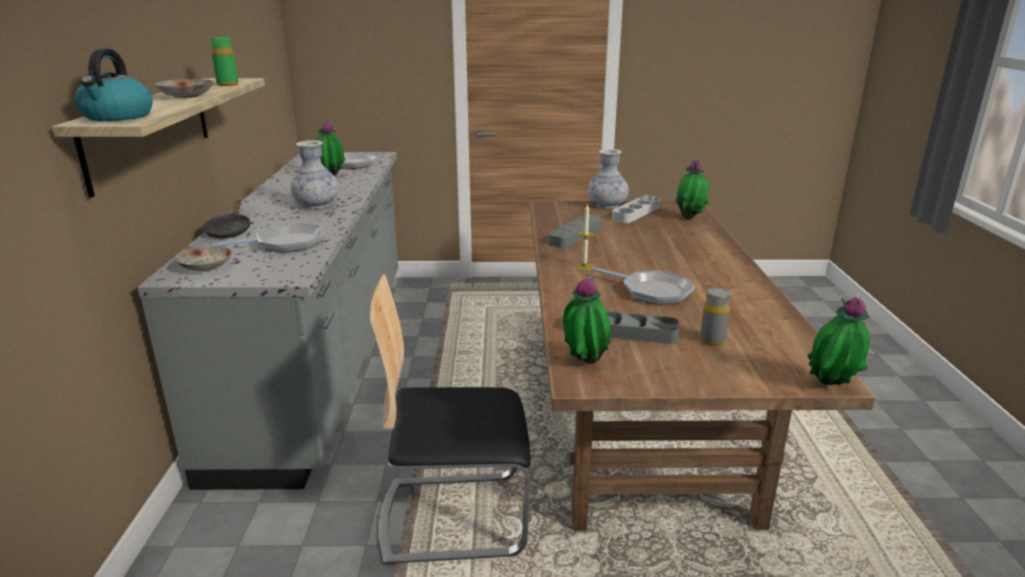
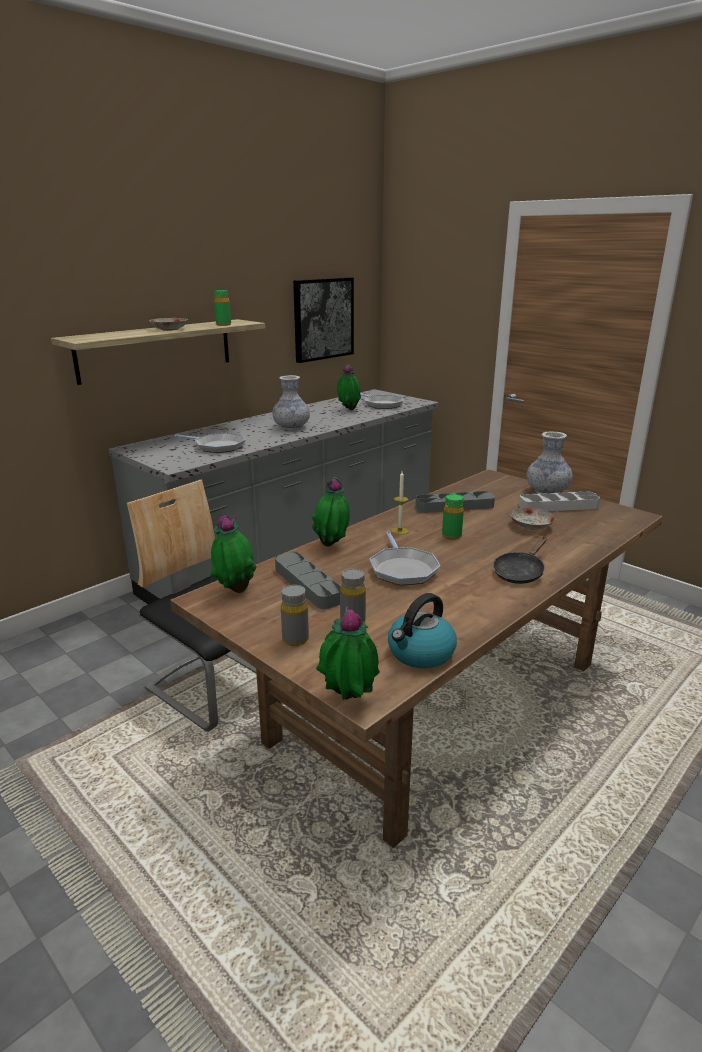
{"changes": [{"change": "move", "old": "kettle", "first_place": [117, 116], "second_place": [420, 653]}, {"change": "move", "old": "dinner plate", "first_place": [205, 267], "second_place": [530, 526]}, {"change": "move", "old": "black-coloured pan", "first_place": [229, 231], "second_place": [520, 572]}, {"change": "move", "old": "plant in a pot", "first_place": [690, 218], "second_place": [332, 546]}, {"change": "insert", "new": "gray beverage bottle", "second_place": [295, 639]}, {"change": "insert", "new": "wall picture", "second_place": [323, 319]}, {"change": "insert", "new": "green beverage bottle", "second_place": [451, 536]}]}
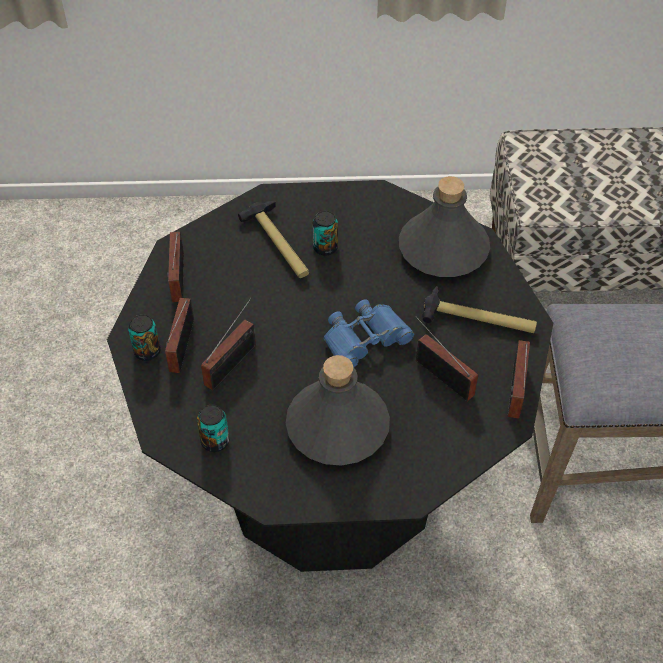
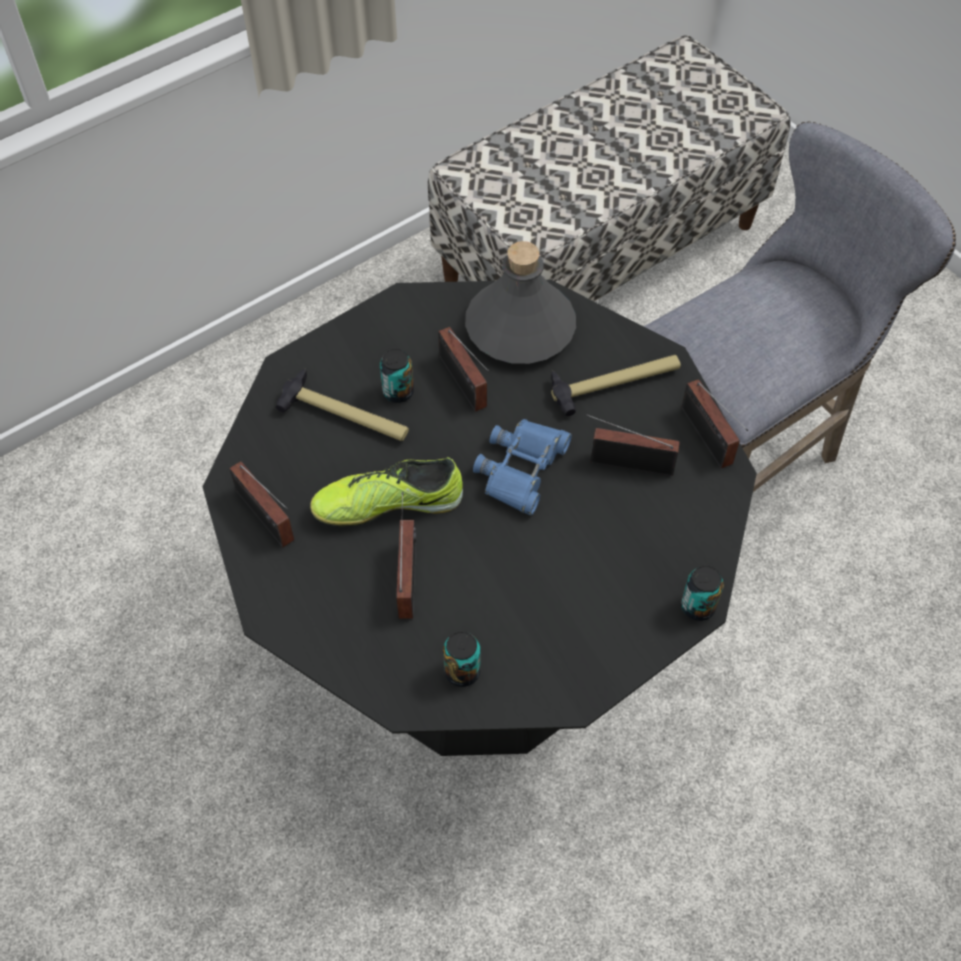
{"changes": [{"change": "move", "old": "sealed can", "first_place": [147, 351], "second_place": [698, 606]}, {"change": "move", "old": "radio", "first_place": [180, 349], "second_place": [464, 385]}, {"change": "delete", "old": "gray beverage bottle", "first_place": [336, 426]}, {"change": "insert", "new": "shoe", "second_place": [388, 503]}]}
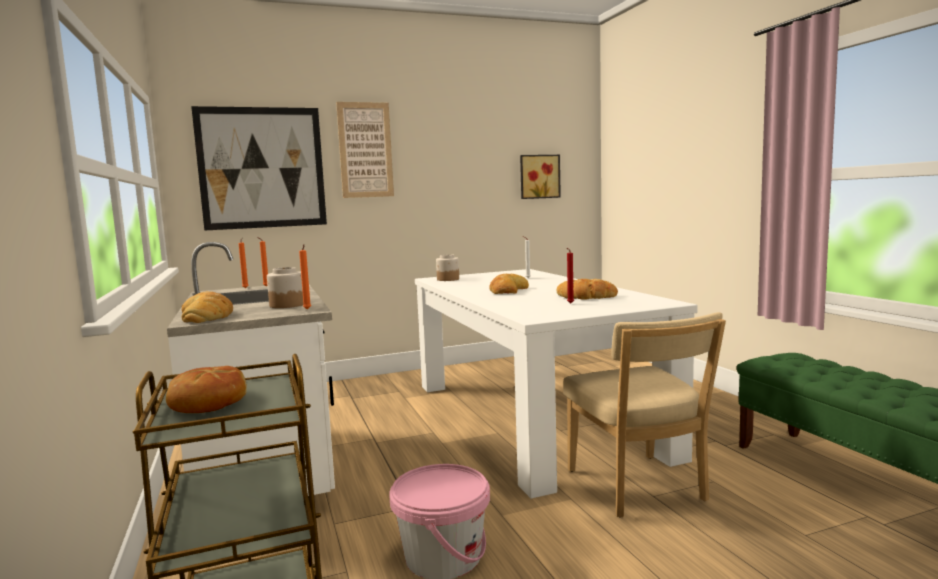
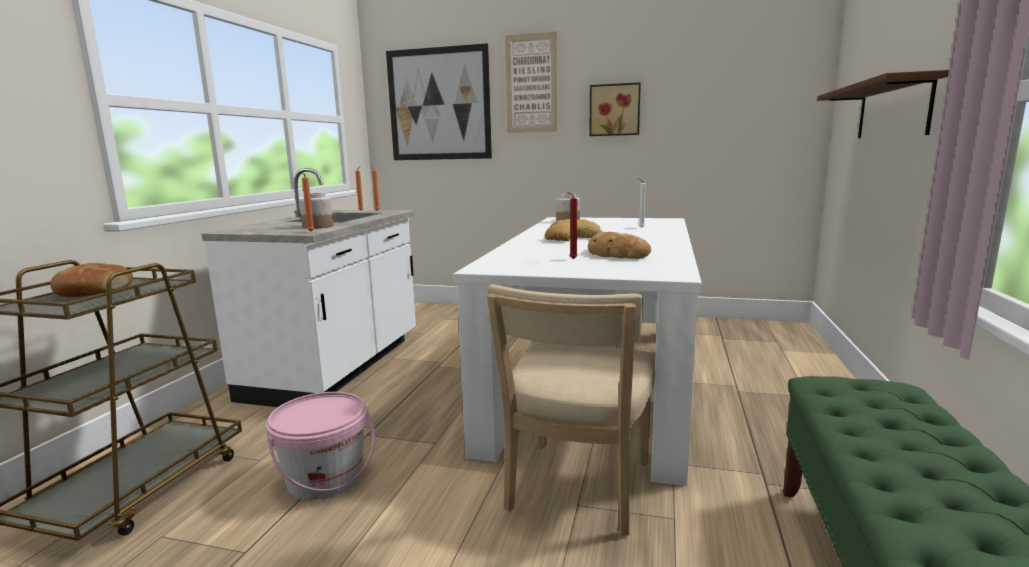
{"changes": [{"change": "delete", "old": "bakery bread", "first_place": [207, 316]}, {"change": "move", "old": "wall picture", "first_place": [539, 176], "second_place": [614, 110]}, {"change": "insert", "new": "brown bracket shelf", "second_place": [892, 110]}]}
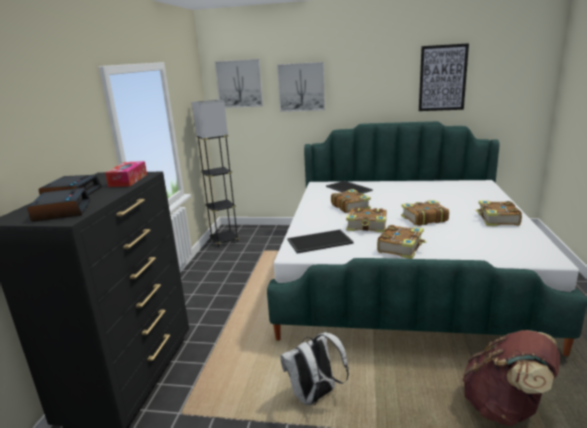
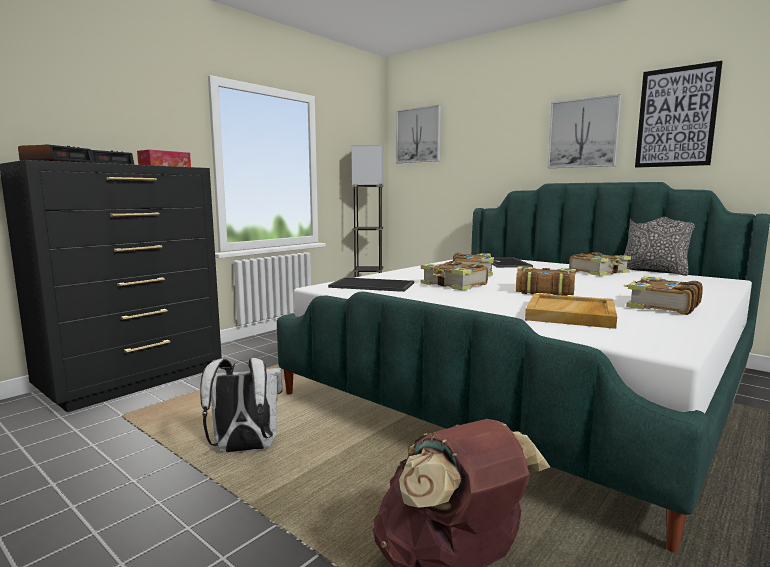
{"changes": [{"change": "move", "old": "wall picture", "first_place": [301, 87], "second_place": [583, 133]}, {"change": "move", "old": "book", "first_place": [401, 248], "second_place": [599, 272]}, {"change": "insert", "new": "sand-coloured carrying tray", "second_place": [571, 315]}, {"change": "insert", "new": "cushion", "second_place": [654, 271]}]}
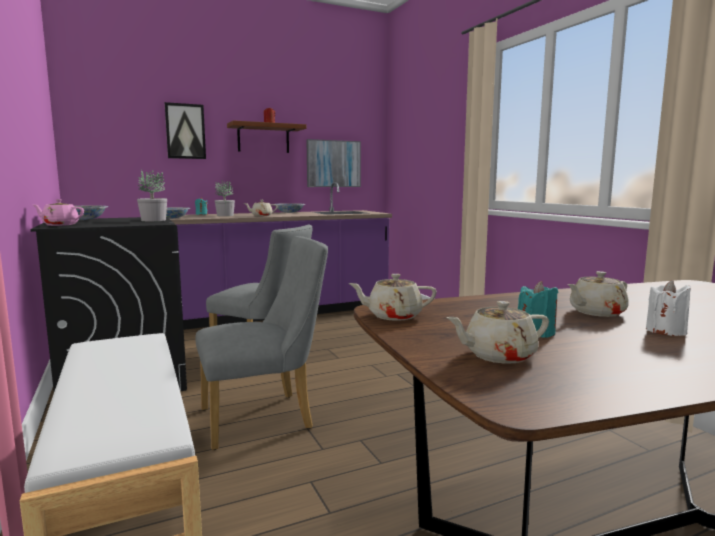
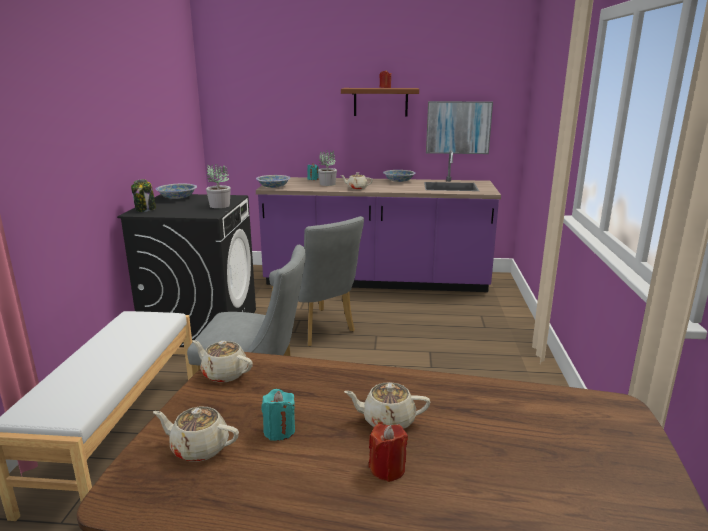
{"changes": [{"change": "replace", "old": "pink pot for tea", "new": "jar", "first_place": [60, 225], "second_place": [145, 209]}, {"change": "delete", "old": "wall picture", "first_place": [185, 131]}, {"change": "recolor", "old": "white-coloured wax candle", "new": "reddish wax candle", "first_place": [665, 331], "second_place": [387, 469]}]}
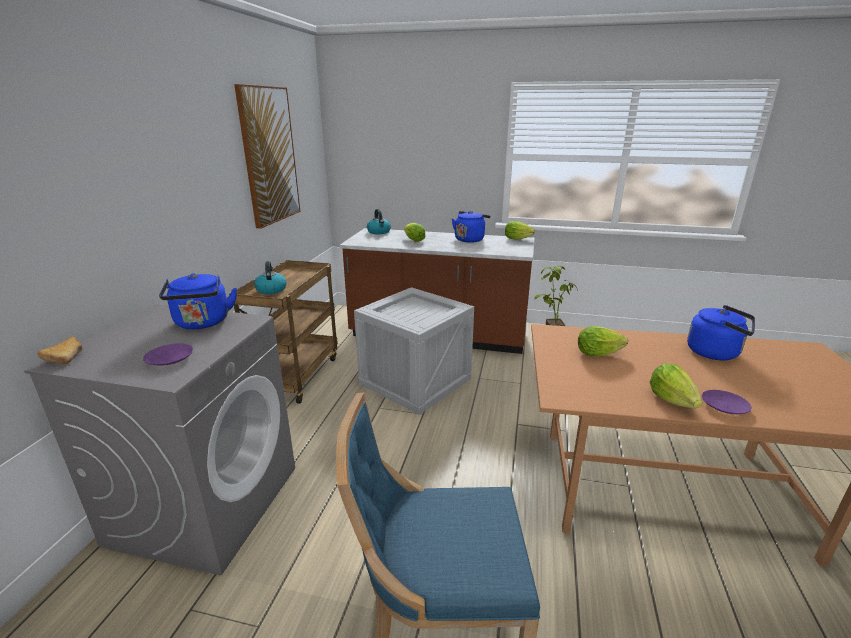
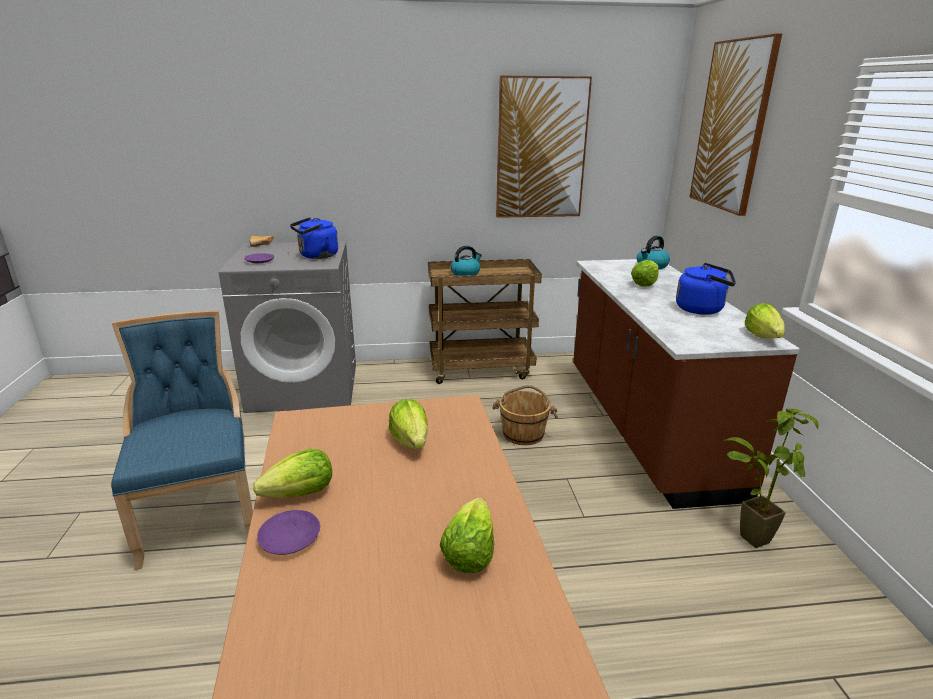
{"changes": [{"change": "replace", "old": "shipping crate", "new": "brown bucket", "first_place": [415, 380], "second_place": [523, 433]}, {"change": "replace", "old": "blue kettle", "new": "head of lettuce", "first_place": [716, 353], "second_place": [469, 554]}, {"change": "insert", "new": "wall picture", "second_place": [732, 126]}]}
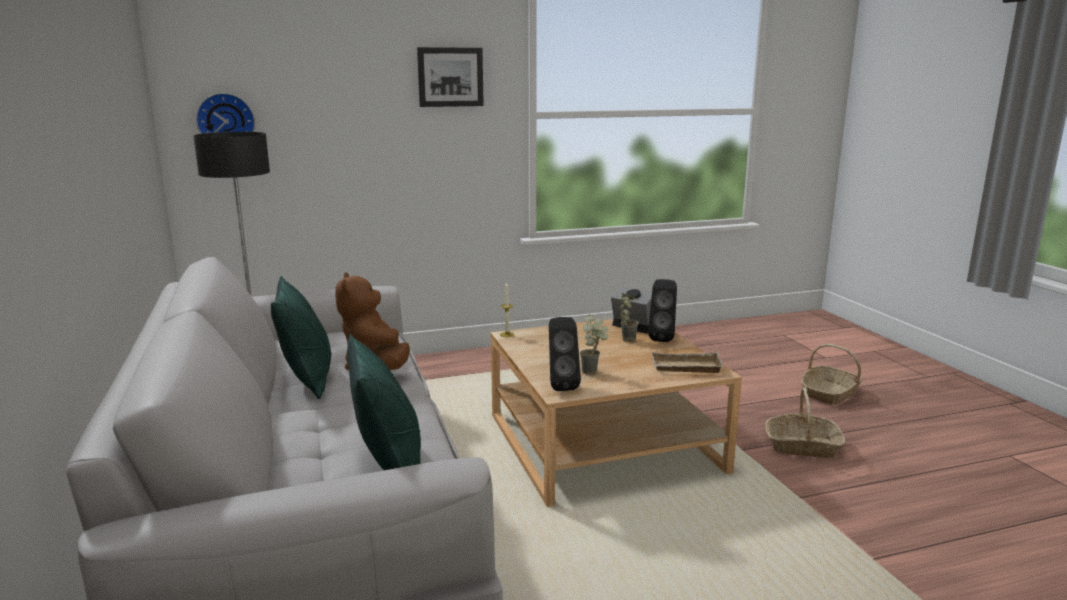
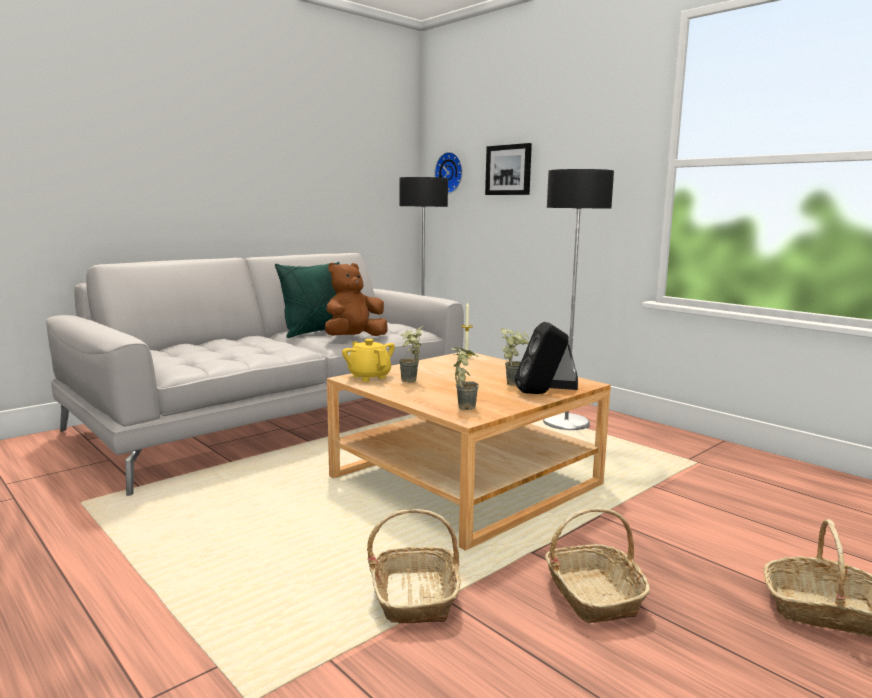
{"changes": [{"change": "delete", "old": "green cushion", "first_place": [389, 467]}, {"change": "move", "old": "wall picture", "first_place": [450, 77], "second_place": [508, 170]}, {"change": "replace", "old": "black-coloured audio speaker", "new": "yellow pot for tea", "first_place": [561, 385], "second_place": [369, 377]}, {"change": "replace", "old": "sand-coloured carrying tray", "new": "plant in a pot", "first_place": [685, 368], "second_place": [462, 406]}, {"change": "insert", "new": "basket", "second_place": [415, 596]}, {"change": "insert", "new": "standing lamp", "second_place": [566, 423]}]}
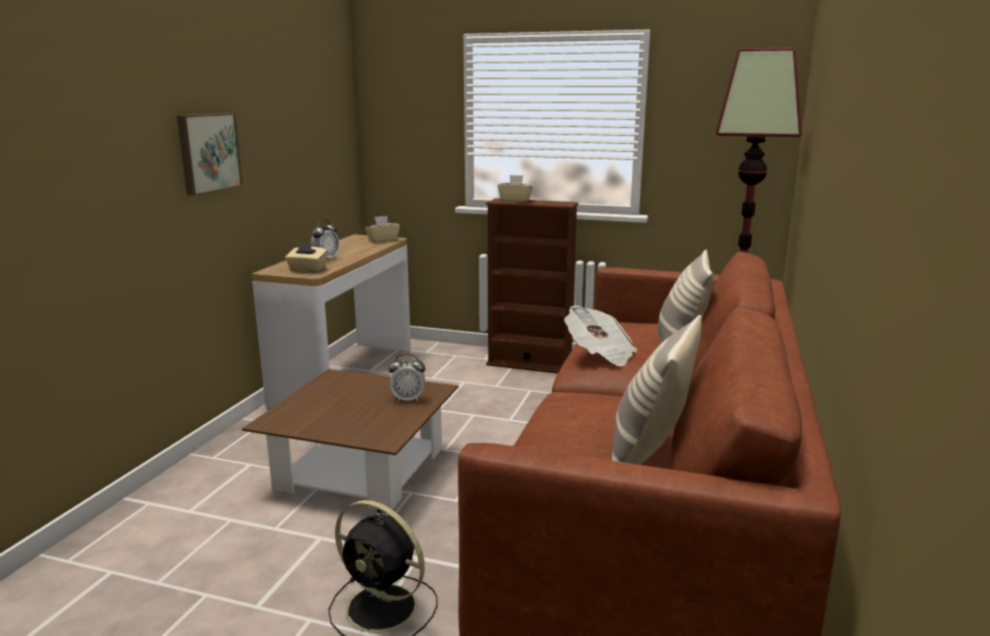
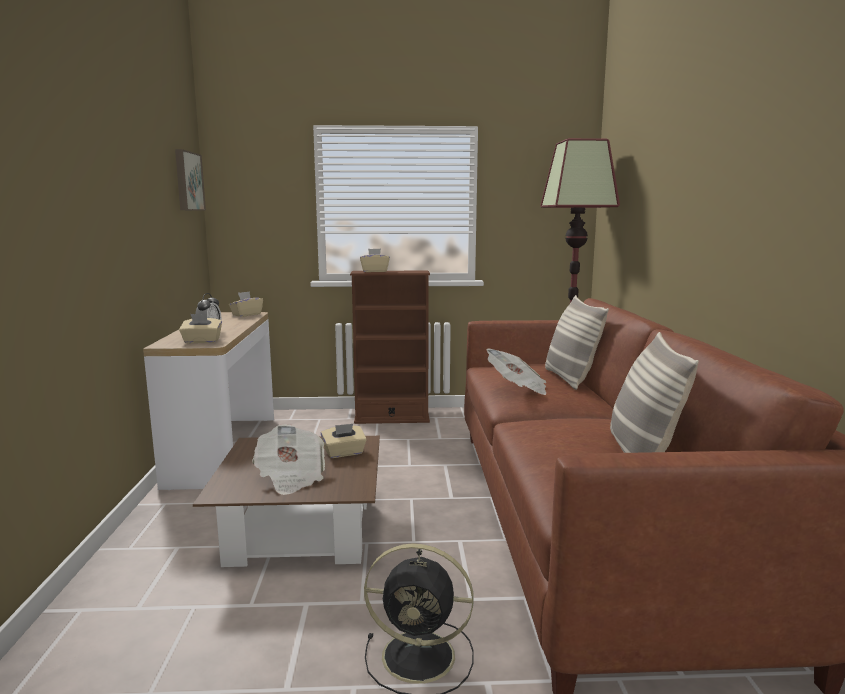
{"changes": [{"change": "move", "old": "wall picture", "first_place": [208, 152], "second_place": [187, 181]}, {"change": "replace", "old": "bedside clock", "new": "sand-coloured tissue holder", "first_place": [408, 399], "second_place": [344, 453]}, {"change": "insert", "new": "printed paper", "second_place": [290, 477]}]}
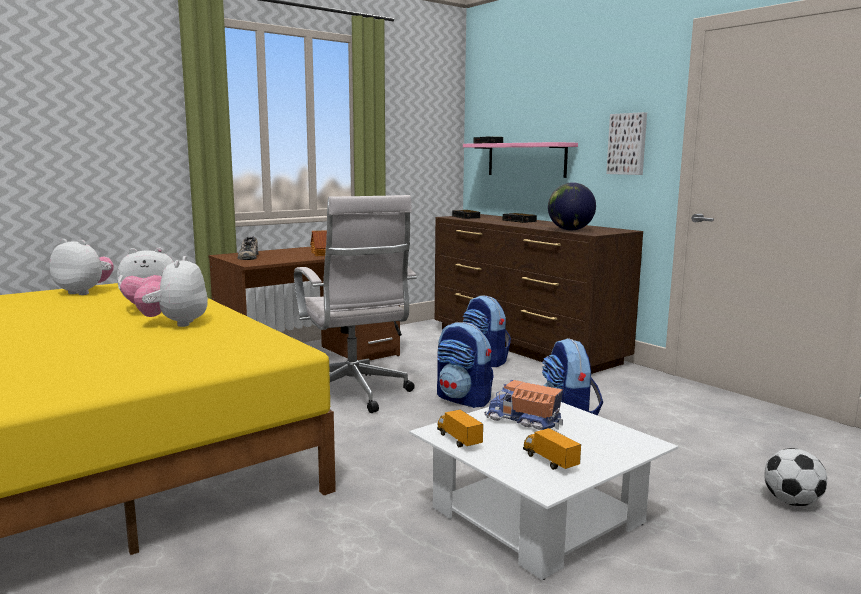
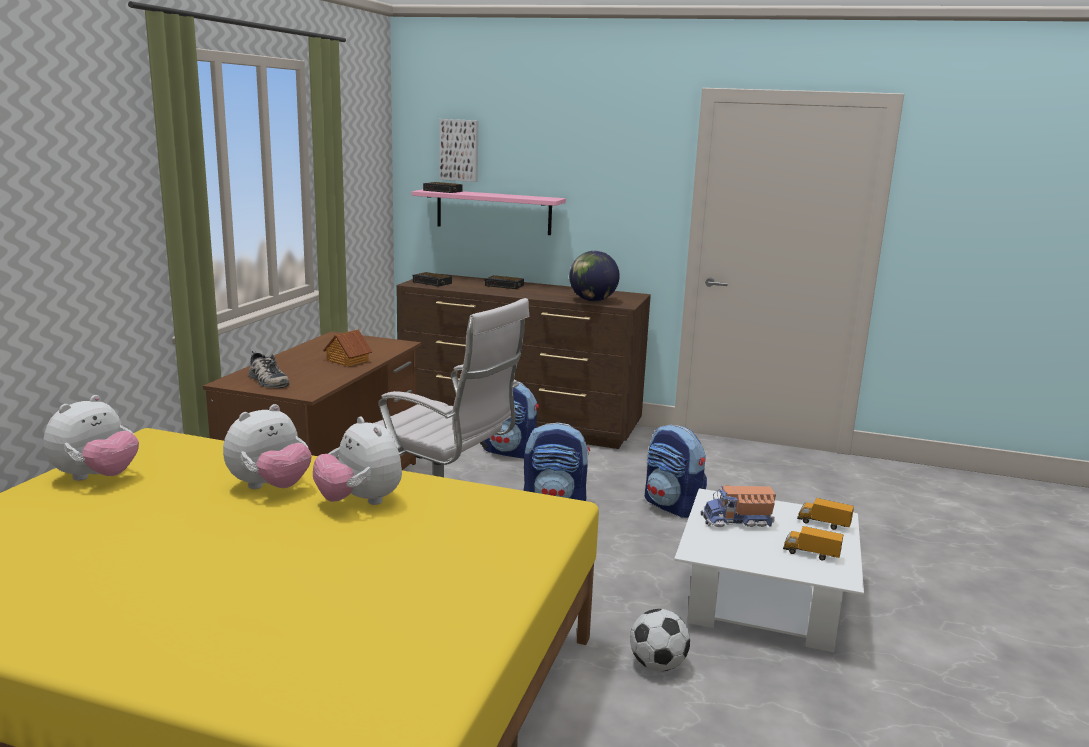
{"changes": [{"change": "rotate", "old": "cuddly toy", "first_place": [84, 292], "second_place": [96, 477], "degrees": 135}, {"change": "move", "old": "toy truck", "first_place": [459, 441], "second_place": [823, 524]}, {"change": "move", "old": "wall picture", "first_place": [628, 144], "second_place": [459, 150]}, {"change": "move", "old": "football ball", "first_place": [791, 502], "second_place": [657, 665]}]}
